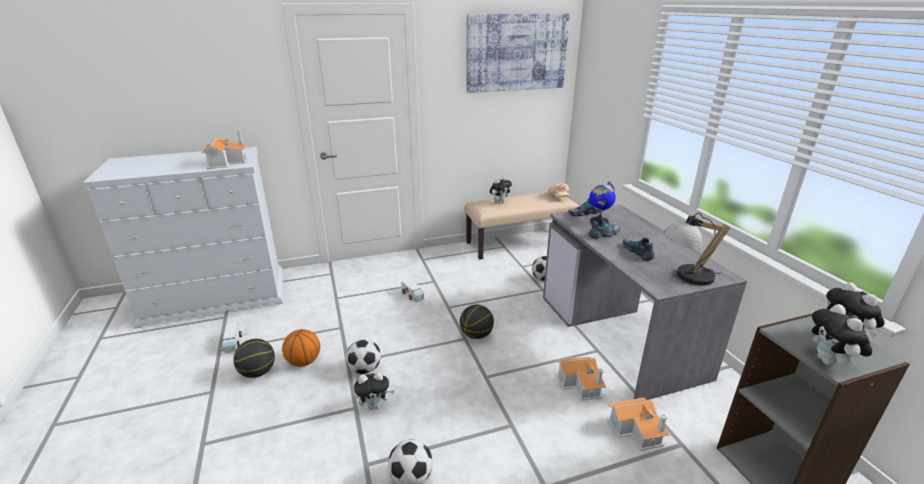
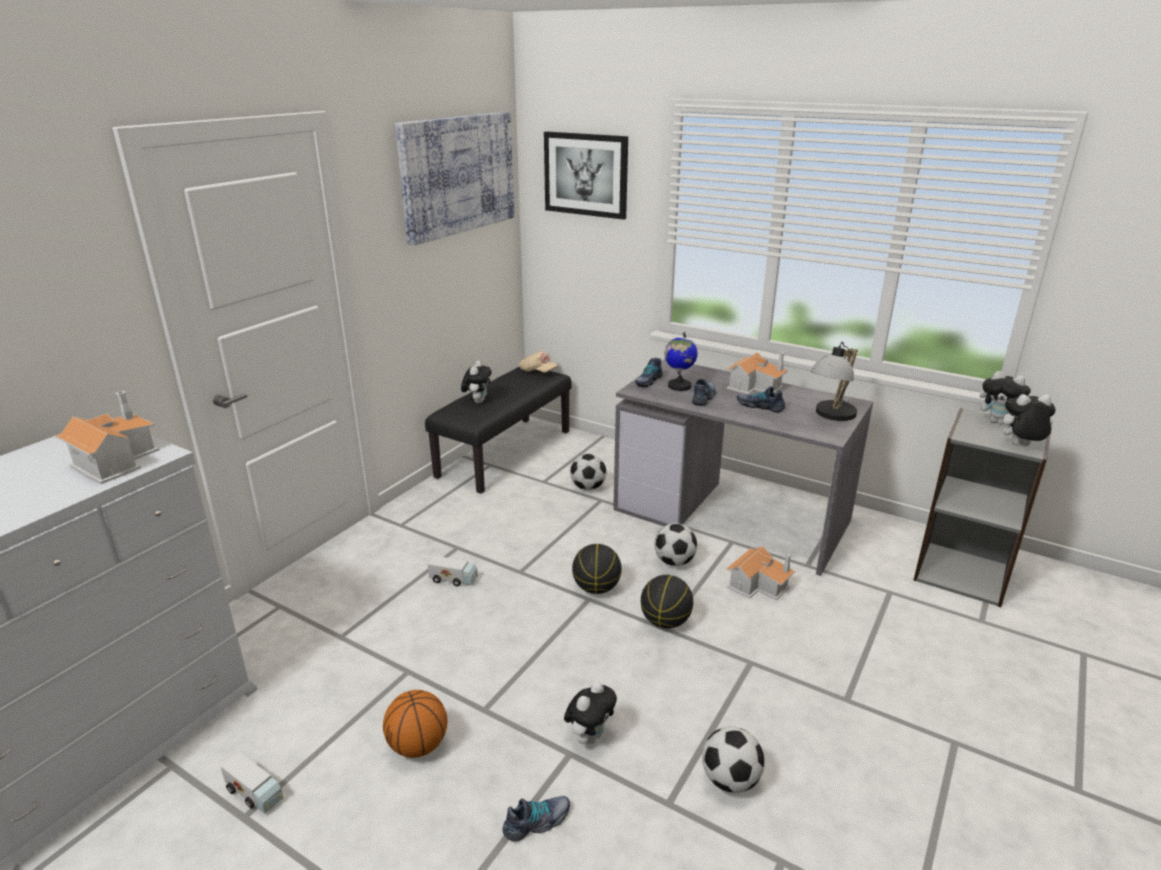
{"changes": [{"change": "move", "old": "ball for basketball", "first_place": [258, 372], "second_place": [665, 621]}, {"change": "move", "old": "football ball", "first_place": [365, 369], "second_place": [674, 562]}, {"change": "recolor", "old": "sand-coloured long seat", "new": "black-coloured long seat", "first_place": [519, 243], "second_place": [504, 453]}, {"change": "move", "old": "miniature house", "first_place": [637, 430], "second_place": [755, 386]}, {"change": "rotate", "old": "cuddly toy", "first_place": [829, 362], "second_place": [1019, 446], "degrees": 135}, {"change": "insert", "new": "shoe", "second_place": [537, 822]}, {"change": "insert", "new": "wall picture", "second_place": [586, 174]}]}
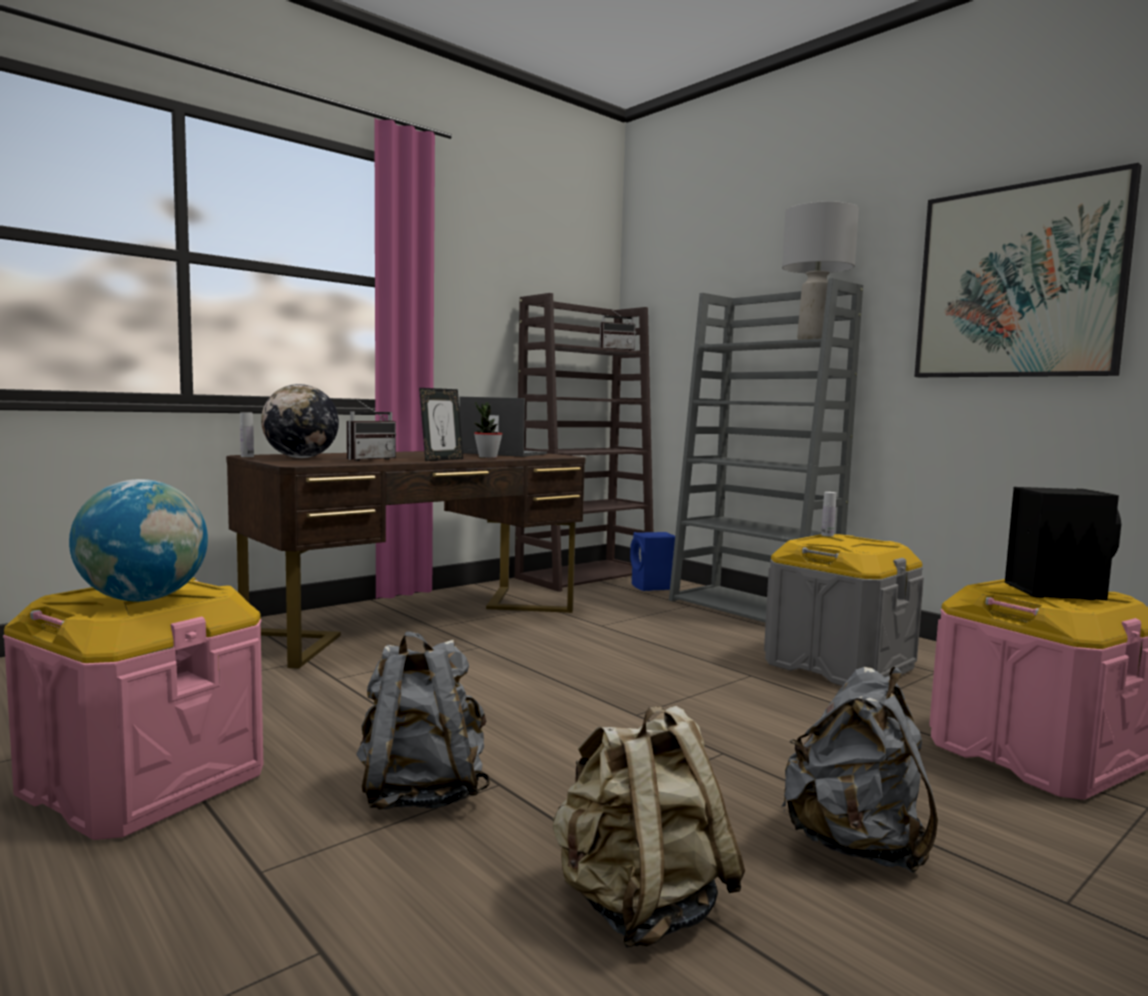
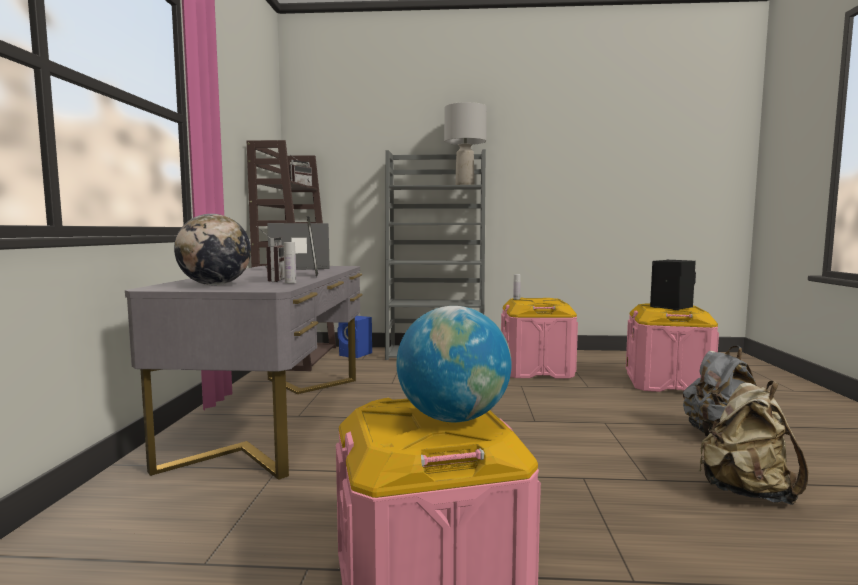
{"changes": [{"change": "recolor", "old": "brown desk unit", "new": "gray desk unit", "first_place": [418, 621], "second_place": [276, 416]}, {"change": "move", "old": "white-coloured beverage bottle", "first_place": [247, 456], "second_place": [290, 282]}, {"change": "delete", "old": "gray backpack", "first_place": [421, 793]}, {"change": "delete", "old": "plant in a pot", "first_place": [487, 457]}, {"change": "recolor", "old": "gray storage bin", "new": "pink storage bin", "first_place": [839, 666], "second_place": [536, 370]}, {"change": "delete", "old": "wall picture", "first_place": [1018, 282]}]}
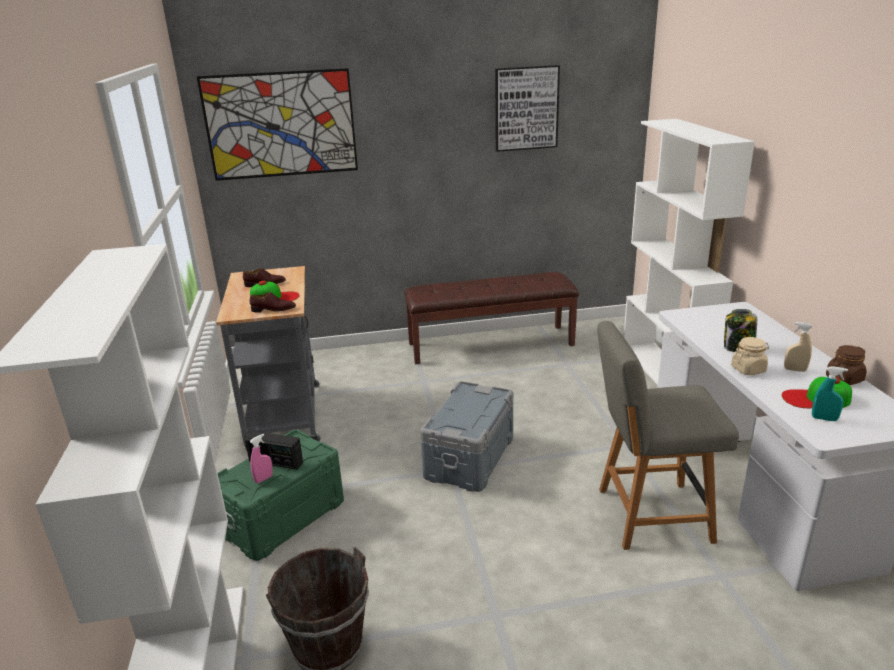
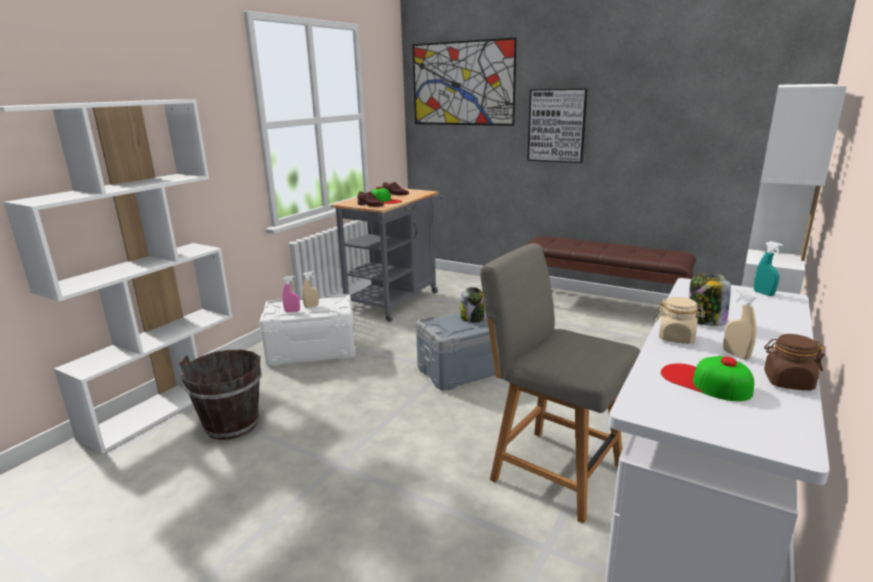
{"changes": [{"change": "recolor", "old": "green storage bin", "new": "white-coloured storage bin", "first_place": [283, 517], "second_place": [312, 351]}, {"change": "replace", "old": "radio", "new": "sand-coloured spray bottle", "first_place": [276, 462], "second_place": [311, 306]}, {"change": "move", "old": "wall picture", "first_place": [526, 108], "second_place": [557, 125]}, {"change": "move", "old": "turquoise spray bottle", "first_place": [824, 419], "second_place": [763, 293]}, {"change": "insert", "new": "jar", "second_place": [472, 318]}]}
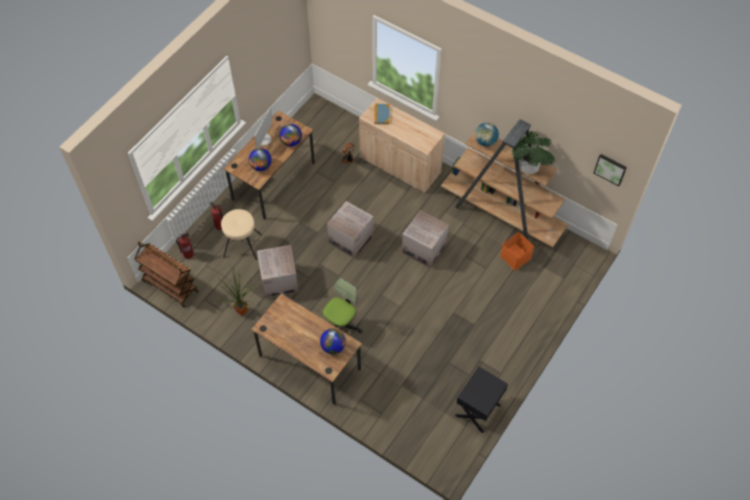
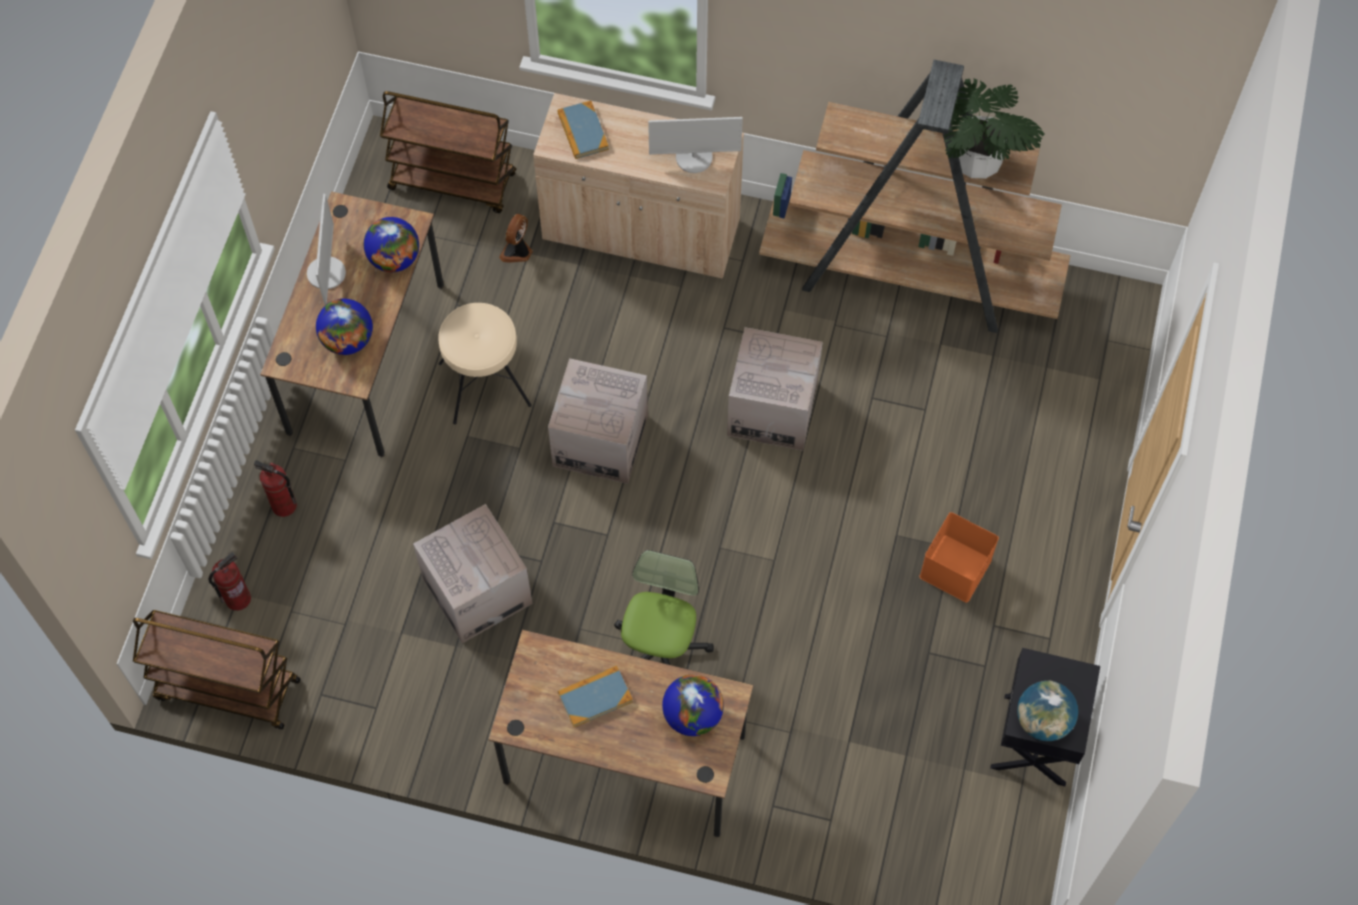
{"changes": [{"change": "delete", "old": "plant in a pot", "first_place": [243, 310]}, {"change": "move", "old": "sand-coloured sitting stool", "first_place": [242, 245], "second_place": [485, 385]}, {"change": "move", "old": "globe", "first_place": [485, 141], "second_place": [1043, 721]}, {"change": "move", "old": "orange-coloured storage bin", "first_place": [515, 257], "second_place": [956, 570]}, {"change": "delete", "old": "wall picture", "first_place": [610, 169]}, {"change": "insert", "new": "brown wheeled cart", "second_place": [453, 181]}, {"change": "insert", "new": "book", "second_place": [595, 697]}, {"change": "insert", "new": "monitor", "second_place": [694, 157]}]}
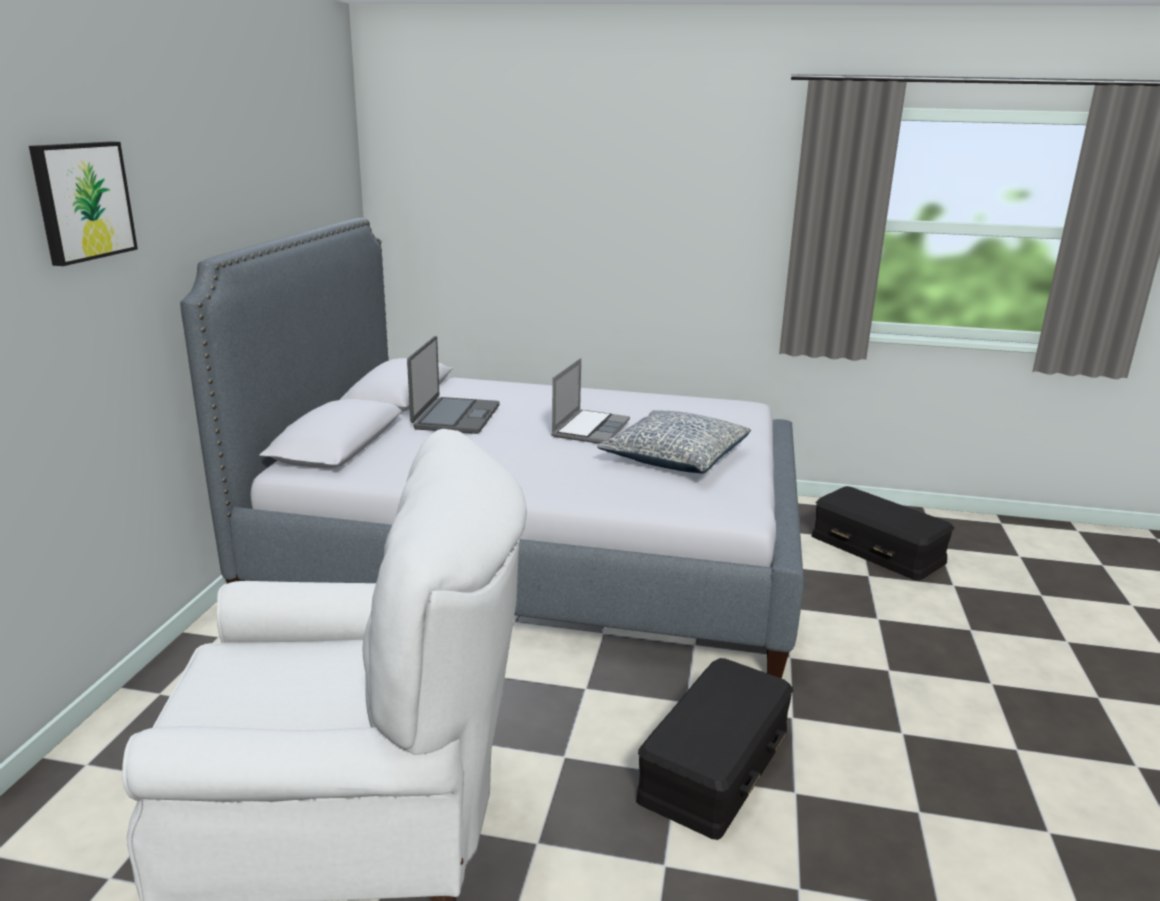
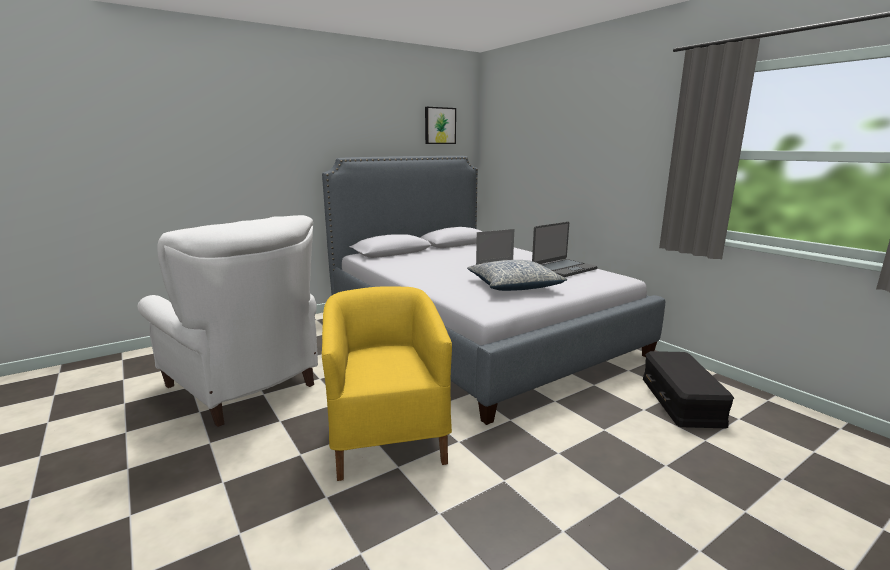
{"changes": [{"change": "move", "old": "wall picture", "first_place": [82, 201], "second_place": [439, 125]}, {"change": "move", "old": "laptop", "first_place": [455, 417], "second_place": [563, 269]}, {"change": "replace", "old": "black-coloured storage bin", "new": "yellow easy chair", "first_place": [713, 763], "second_place": [387, 436]}]}
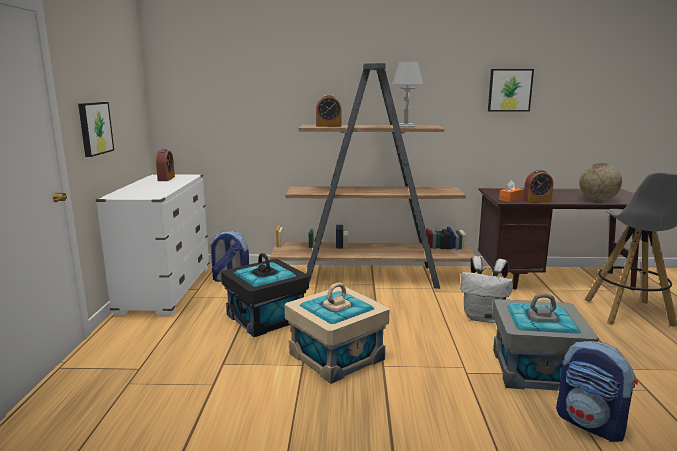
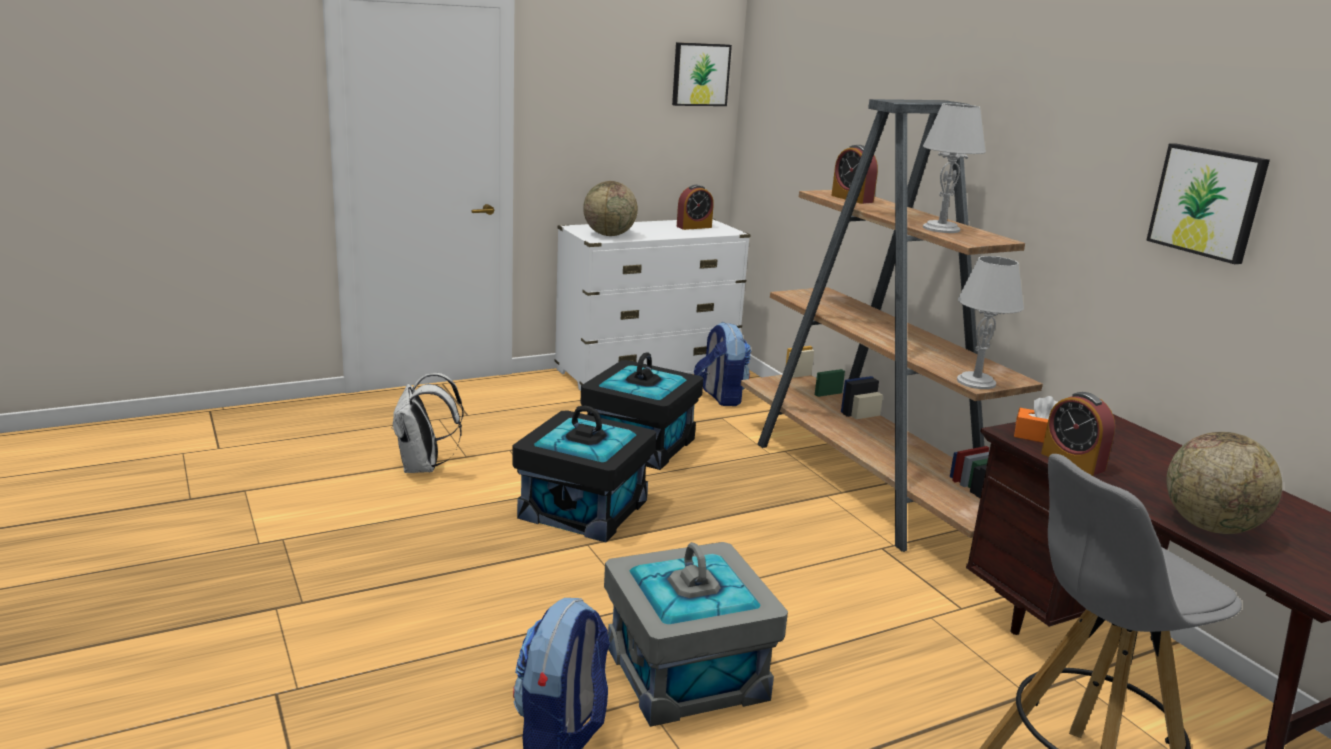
{"changes": [{"change": "move", "old": "wall picture", "first_place": [94, 128], "second_place": [700, 74]}, {"change": "recolor", "old": "sand-coloured storage bin", "new": "black-coloured storage bin", "first_place": [336, 356], "second_place": [584, 509]}, {"change": "move", "old": "white-coloured backpack", "first_place": [483, 317], "second_place": [423, 467]}, {"change": "insert", "new": "globe", "second_place": [609, 235]}, {"change": "insert", "new": "gray tabletop lamp", "second_place": [976, 382]}]}
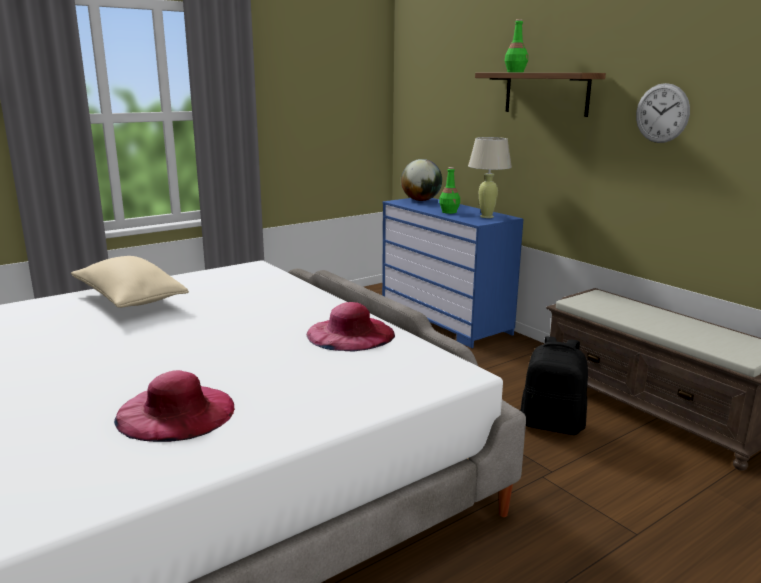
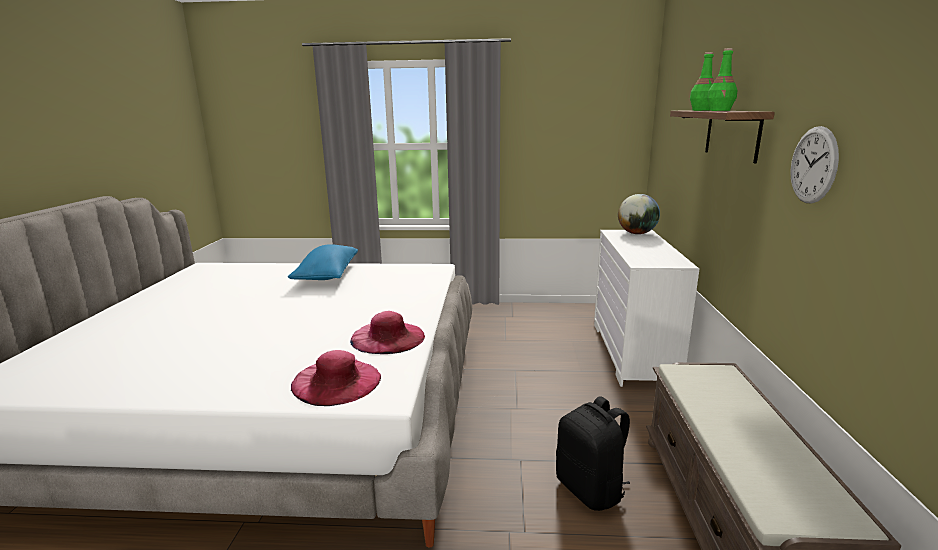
{"changes": [{"change": "recolor", "old": "sand-coloured cushion", "new": "blue cushion", "first_place": [129, 300], "second_place": [327, 275]}, {"change": "move", "old": "pink wearable hat", "first_place": [176, 412], "second_place": [336, 381]}, {"change": "recolor", "old": "blue drawer chest", "new": "white-coloured drawer chest", "first_place": [445, 319], "second_place": [633, 352]}, {"change": "move", "old": "green beverage bottle", "first_place": [449, 212], "second_place": [720, 110]}, {"change": "delete", "old": "sand-coloured tabletop lamp", "first_place": [487, 216]}]}
